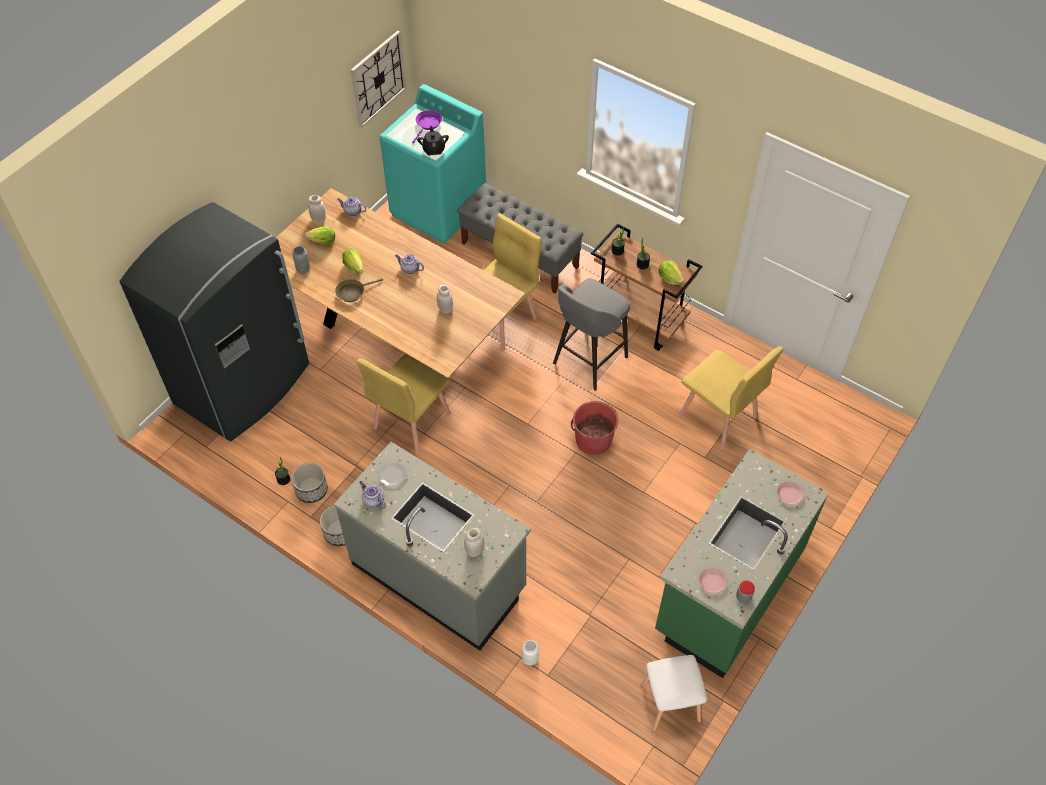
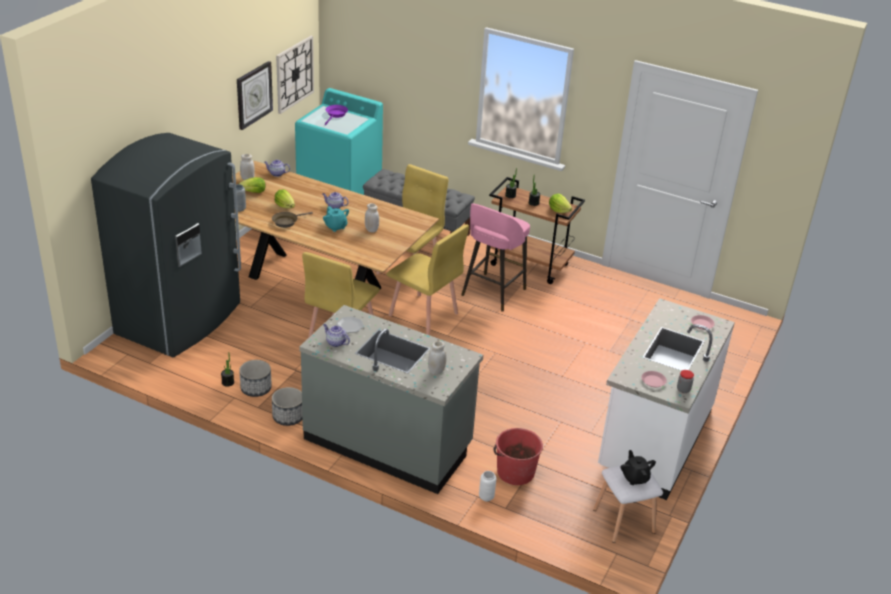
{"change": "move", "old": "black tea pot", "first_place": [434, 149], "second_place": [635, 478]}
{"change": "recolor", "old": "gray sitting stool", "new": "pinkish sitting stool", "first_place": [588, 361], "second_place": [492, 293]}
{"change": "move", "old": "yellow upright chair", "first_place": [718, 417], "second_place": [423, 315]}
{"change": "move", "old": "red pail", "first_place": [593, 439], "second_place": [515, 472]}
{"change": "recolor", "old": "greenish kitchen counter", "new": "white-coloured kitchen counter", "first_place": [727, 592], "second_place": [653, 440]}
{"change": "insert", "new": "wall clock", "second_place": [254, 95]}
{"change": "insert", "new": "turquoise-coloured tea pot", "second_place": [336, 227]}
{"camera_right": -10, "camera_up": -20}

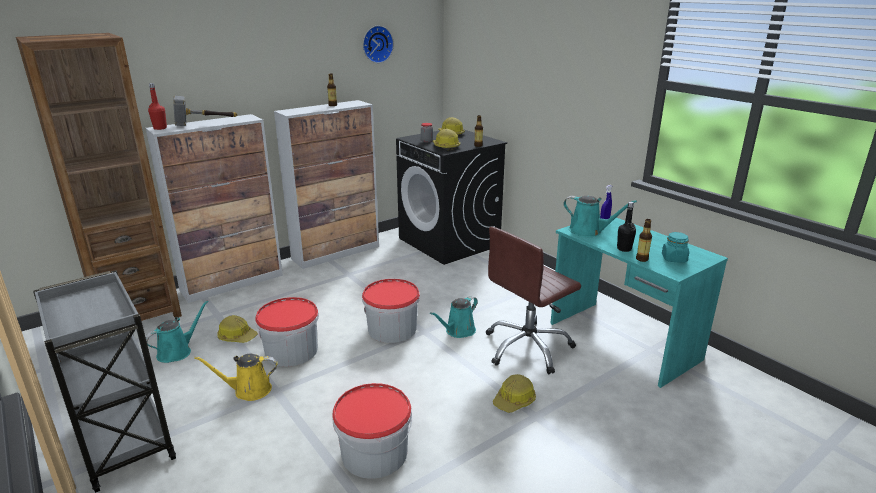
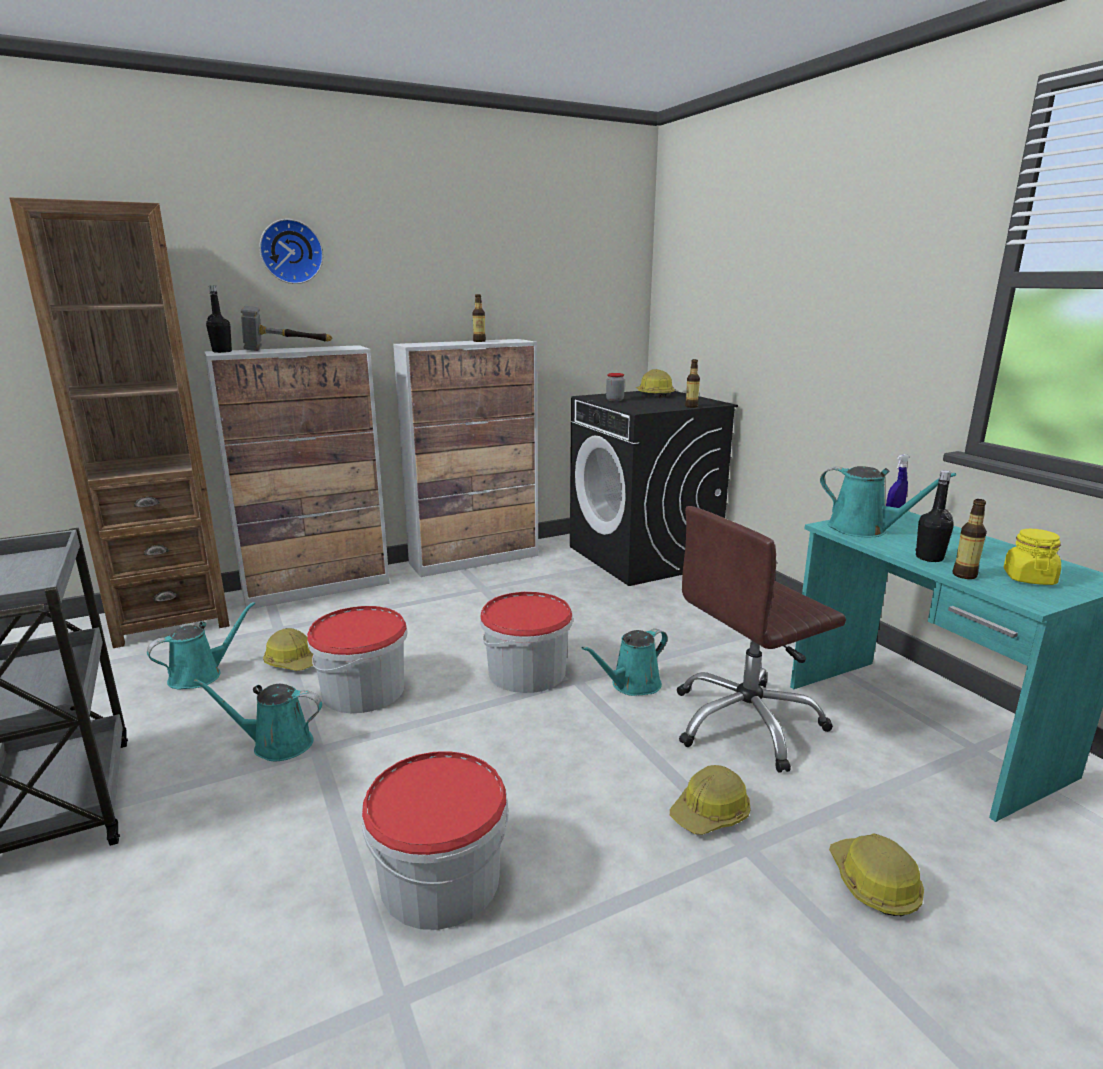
{"change": "move", "old": "wall clock", "first_place": [376, 44], "second_place": [291, 252]}
{"change": "recolor", "old": "red bottle", "new": "black bottle", "first_place": [160, 128], "second_place": [222, 351]}
{"change": "move", "old": "safety helmet", "first_place": [445, 146], "second_place": [873, 883]}
{"change": "recolor", "old": "turquoise-coloured preserve jar", "new": "yellow preserve jar", "first_place": [674, 258], "second_place": [1028, 578]}
{"change": "recolor", "old": "yellow watering can", "new": "turquoise-coloured watering can", "first_place": [249, 390], "second_place": [277, 744]}
{"camera_right": 10, "camera_up": -5}

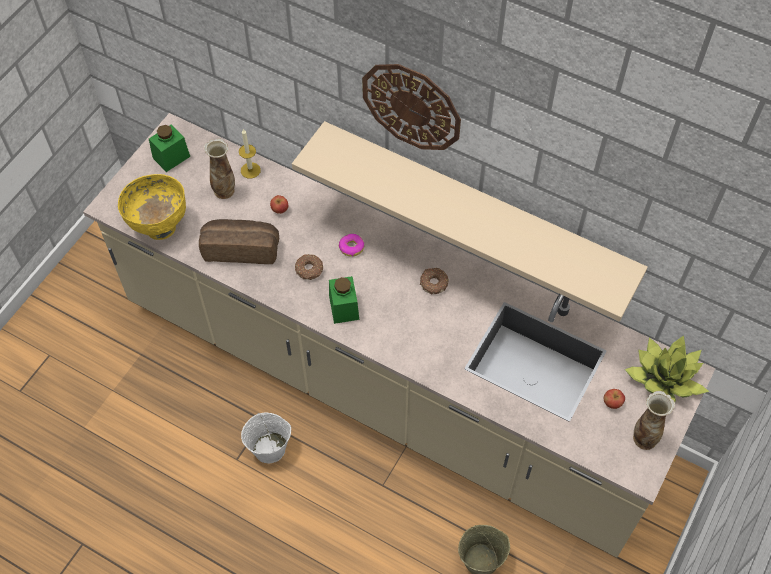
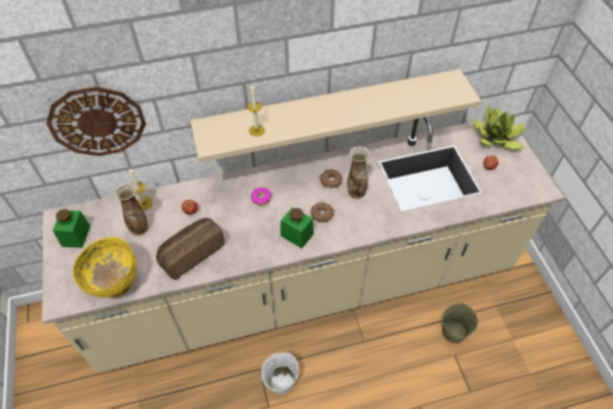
{"change": "move", "old": "wall clock", "first_place": [411, 106], "second_place": [97, 121]}
{"change": "move", "old": "ring doughnut", "first_place": [309, 270], "second_place": [322, 214]}
{"change": "move", "old": "flower vase", "first_place": [644, 438], "second_place": [356, 192]}
{"change": "insert", "new": "candle", "second_place": [256, 130]}
{"camera_right": -45, "camera_up": -5}

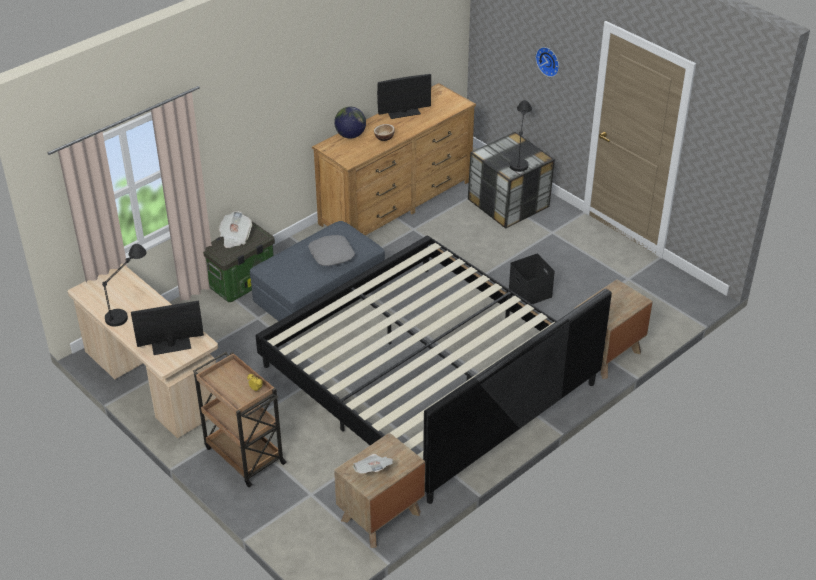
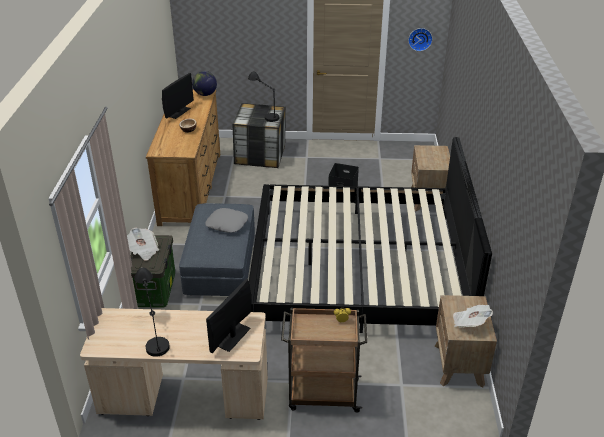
{"change": "move", "old": "wall clock", "first_place": [549, 61], "second_place": [420, 39]}
{"change": "move", "old": "desk globe", "first_place": [350, 135], "second_place": [205, 94]}
{"camera_right": -45, "camera_up": -5}

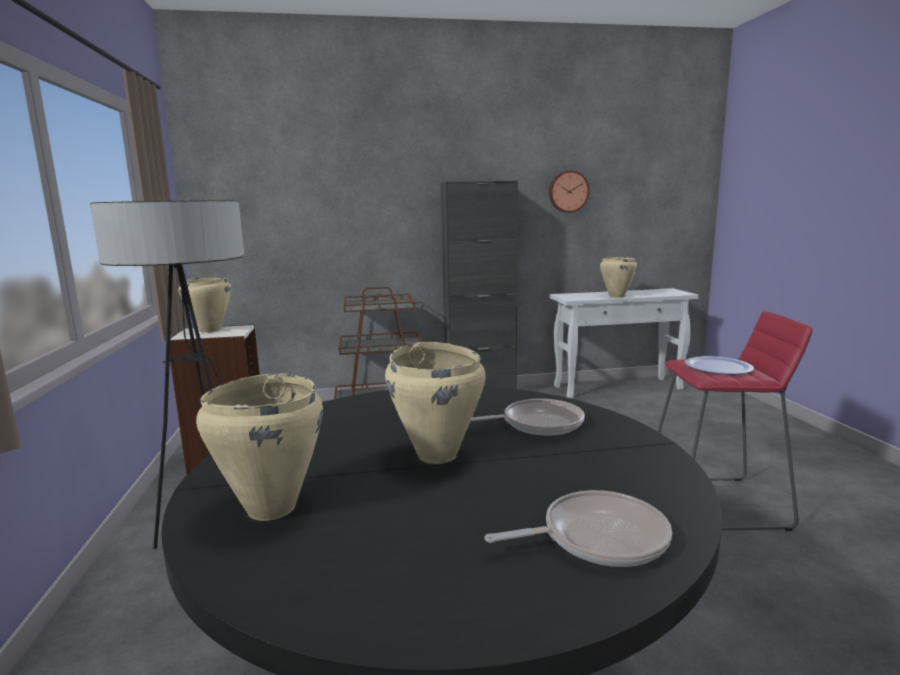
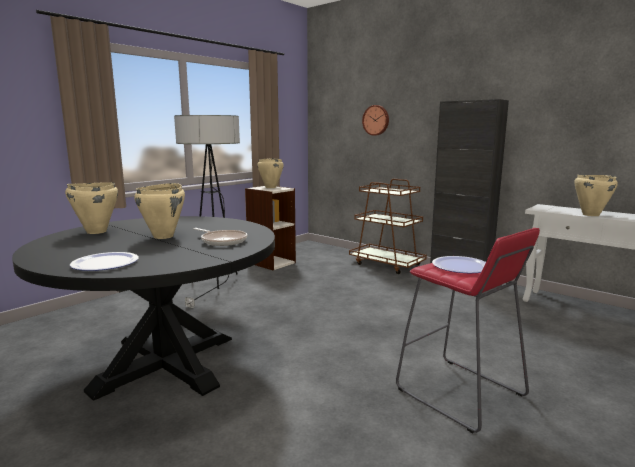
{"change": "move", "old": "wall clock", "first_place": [568, 191], "second_place": [376, 120]}
{"change": "replace", "old": "pan", "new": "dinner plate", "first_place": [597, 538], "second_place": [105, 263]}
{"camera_right": 50, "camera_up": 0}

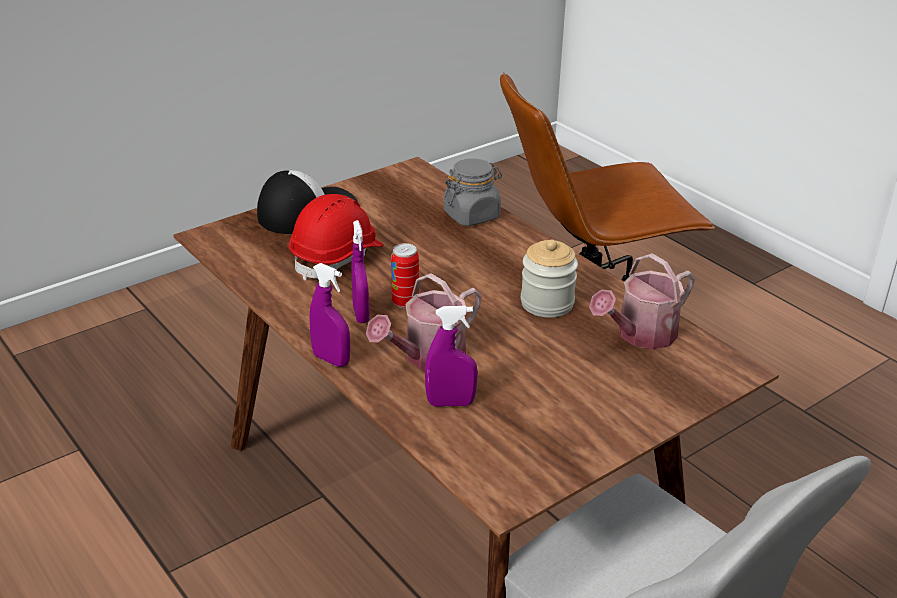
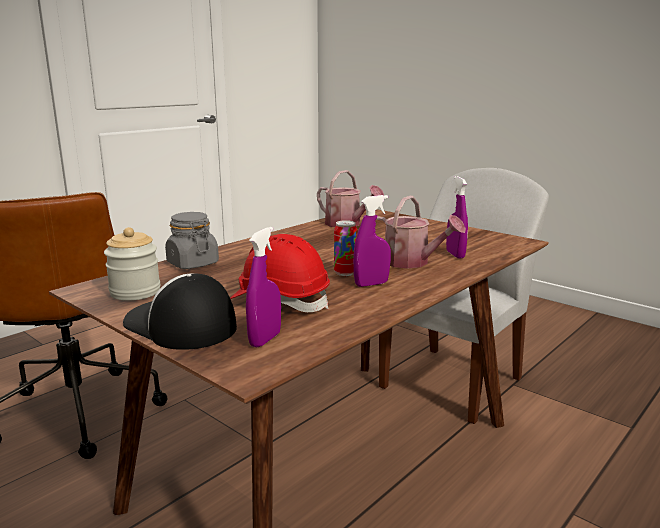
{"change": "move", "old": "preserve jar", "first_place": [547, 303], "second_place": [135, 292]}
{"change": "move", "old": "purple hand sprayer", "first_place": [331, 360], "second_place": [265, 339]}
{"camera_right": -100, "camera_up": -15}

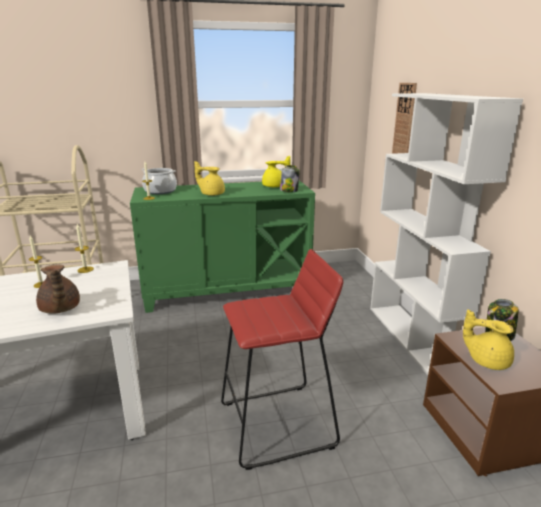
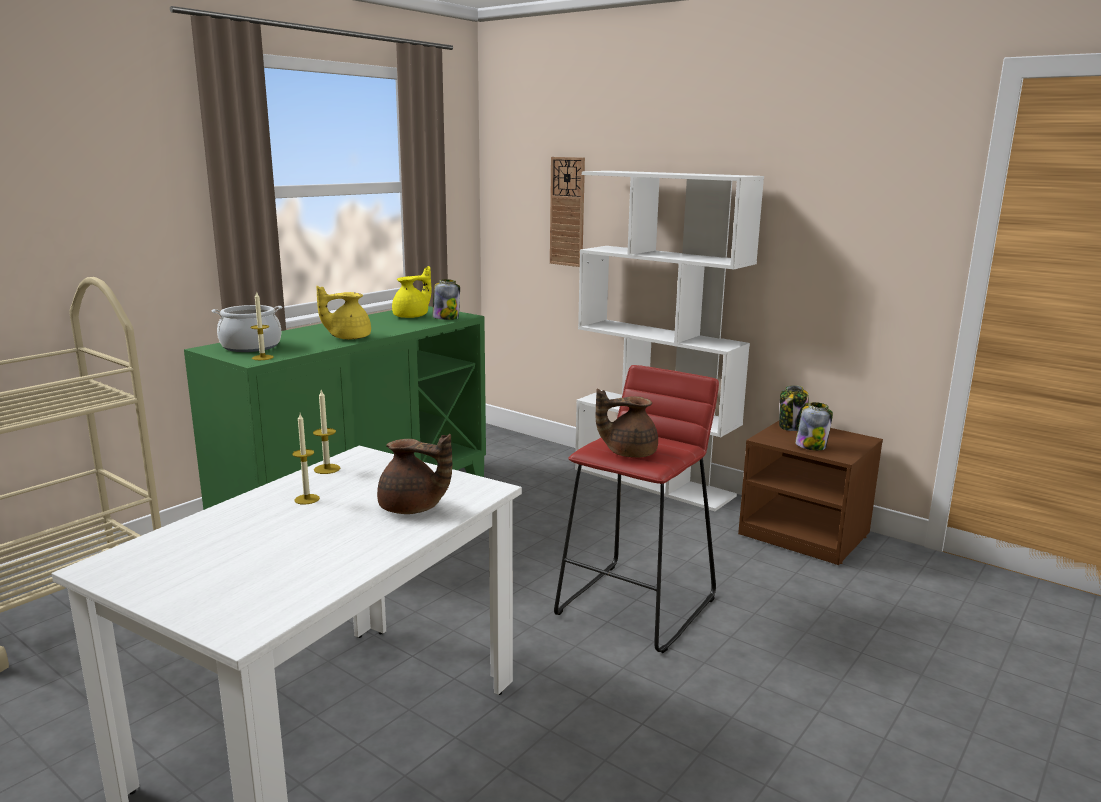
{"change": "replace", "old": "yellow tea pot", "new": "preserve jar", "first_place": [486, 360], "second_place": [811, 446]}
{"change": "insert", "new": "brownish tea pot", "second_place": [628, 452]}
{"camera_right": -40, "camera_up": -5}

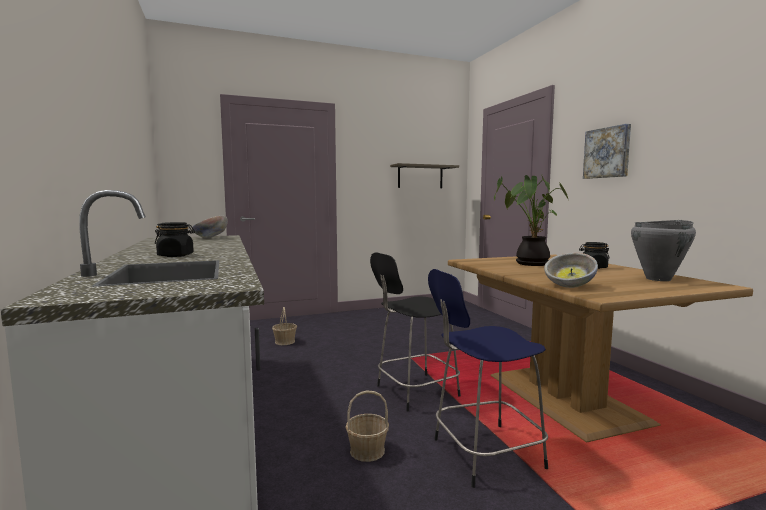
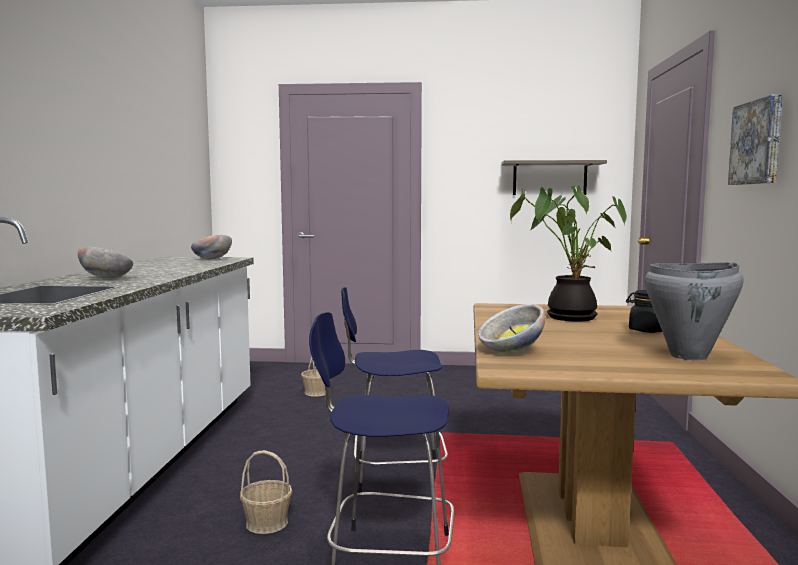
{"change": "replace", "old": "black preserve jar", "new": "deep dish", "first_place": [176, 256], "second_place": [106, 279]}
{"change": "recolor", "old": "black sitting stool", "new": "blue sitting stool", "first_place": [414, 392], "second_place": [395, 474]}
{"camera_right": 25, "camera_up": 0}

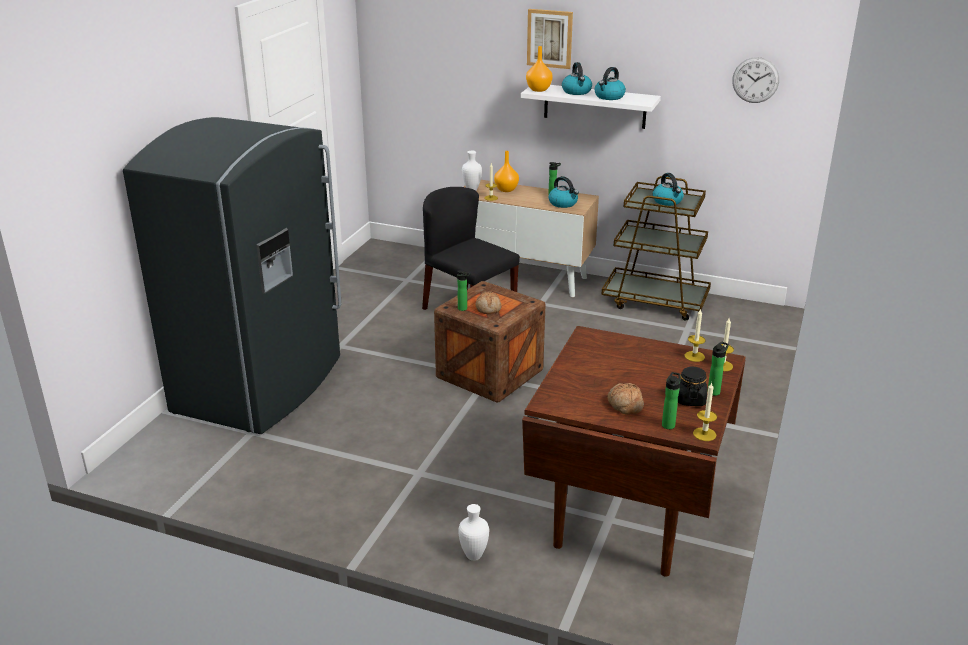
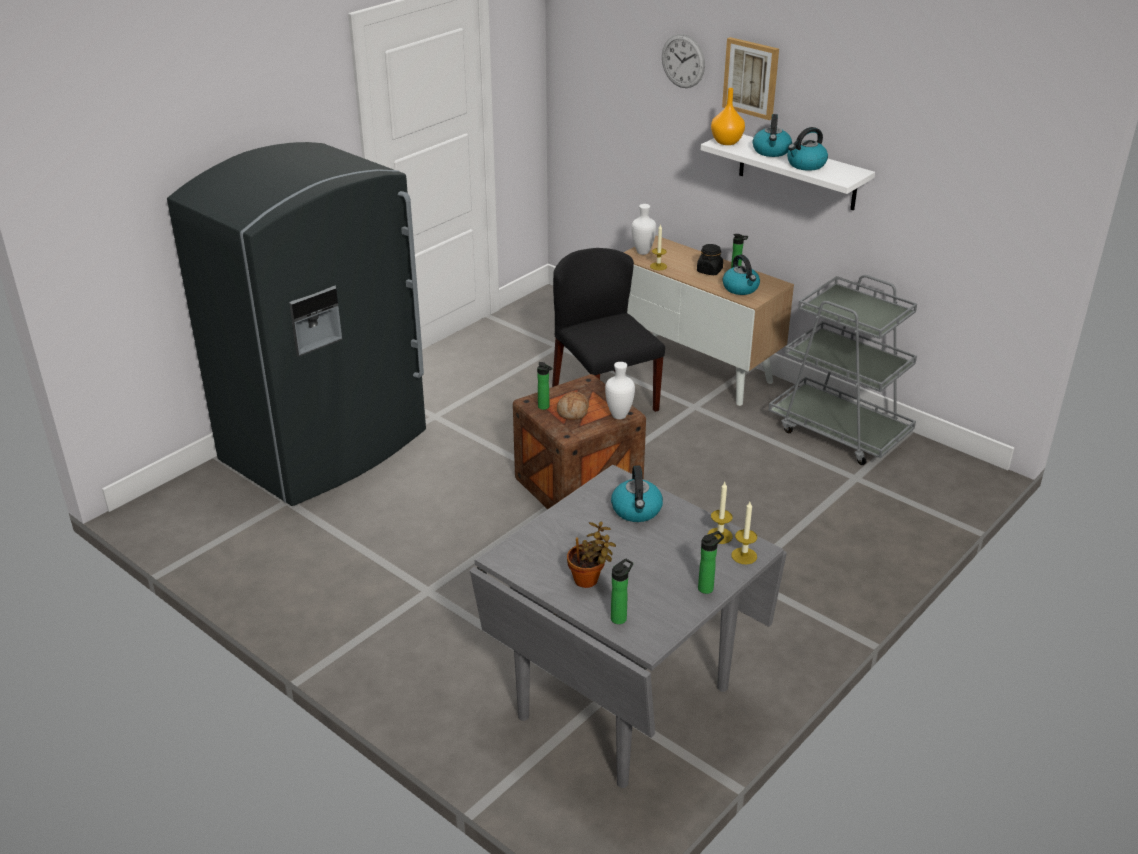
{"change": "move", "old": "wall clock", "first_place": [755, 80], "second_place": [683, 61]}
{"change": "delete", "old": "orange flower vase", "first_place": [506, 189]}
{"change": "move", "old": "tea kettle", "first_place": [667, 201], "second_place": [637, 510]}
{"change": "recolor", "old": "brownish wheeled cart", "new": "gray wheeled cart", "first_place": [655, 301], "second_place": [839, 431]}
{"change": "recolor", "old": "brownish kitchen table", "new": "gray kitchen table", "first_place": [628, 516], "second_place": [625, 703]}
{"change": "move", "old": "black preserve jar", "first_place": [690, 399], "second_place": [709, 271]}
{"change": "delete", "old": "candle", "first_place": [704, 434]}
{"change": "replace", "old": "baked bread", "new": "plant in a pot", "first_place": [624, 405], "second_place": [589, 580]}
{"change": "move", "old": "white-coloured flower vase", "first_place": [473, 556], "second_place": [618, 416]}
{"camera_right": 20, "camera_up": 5}

